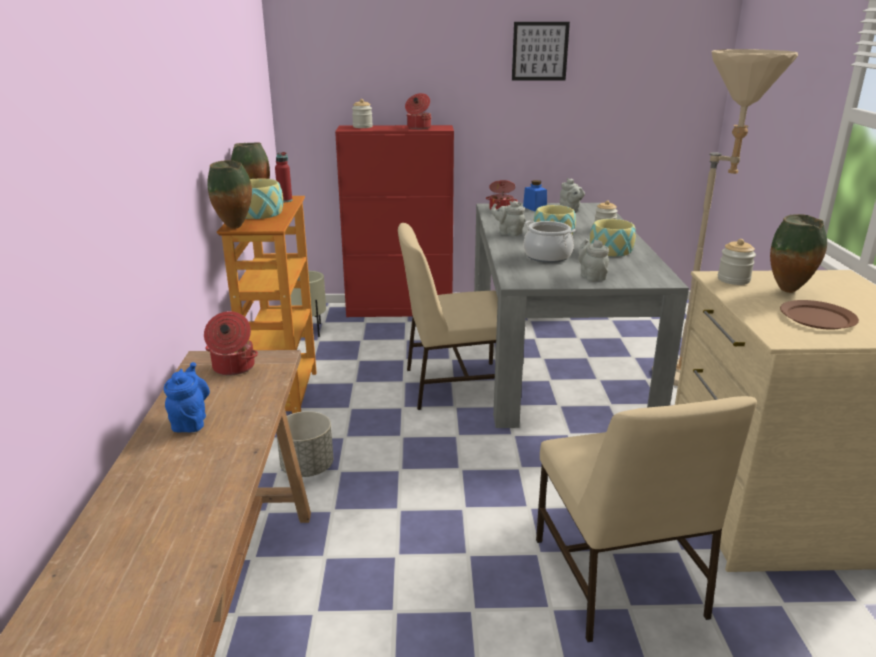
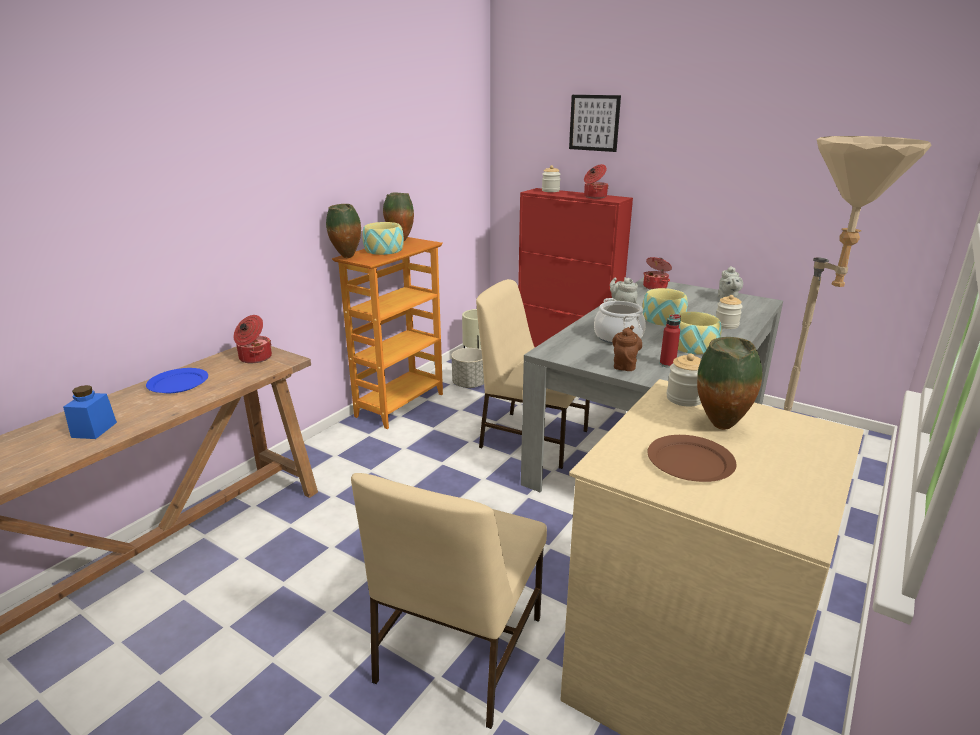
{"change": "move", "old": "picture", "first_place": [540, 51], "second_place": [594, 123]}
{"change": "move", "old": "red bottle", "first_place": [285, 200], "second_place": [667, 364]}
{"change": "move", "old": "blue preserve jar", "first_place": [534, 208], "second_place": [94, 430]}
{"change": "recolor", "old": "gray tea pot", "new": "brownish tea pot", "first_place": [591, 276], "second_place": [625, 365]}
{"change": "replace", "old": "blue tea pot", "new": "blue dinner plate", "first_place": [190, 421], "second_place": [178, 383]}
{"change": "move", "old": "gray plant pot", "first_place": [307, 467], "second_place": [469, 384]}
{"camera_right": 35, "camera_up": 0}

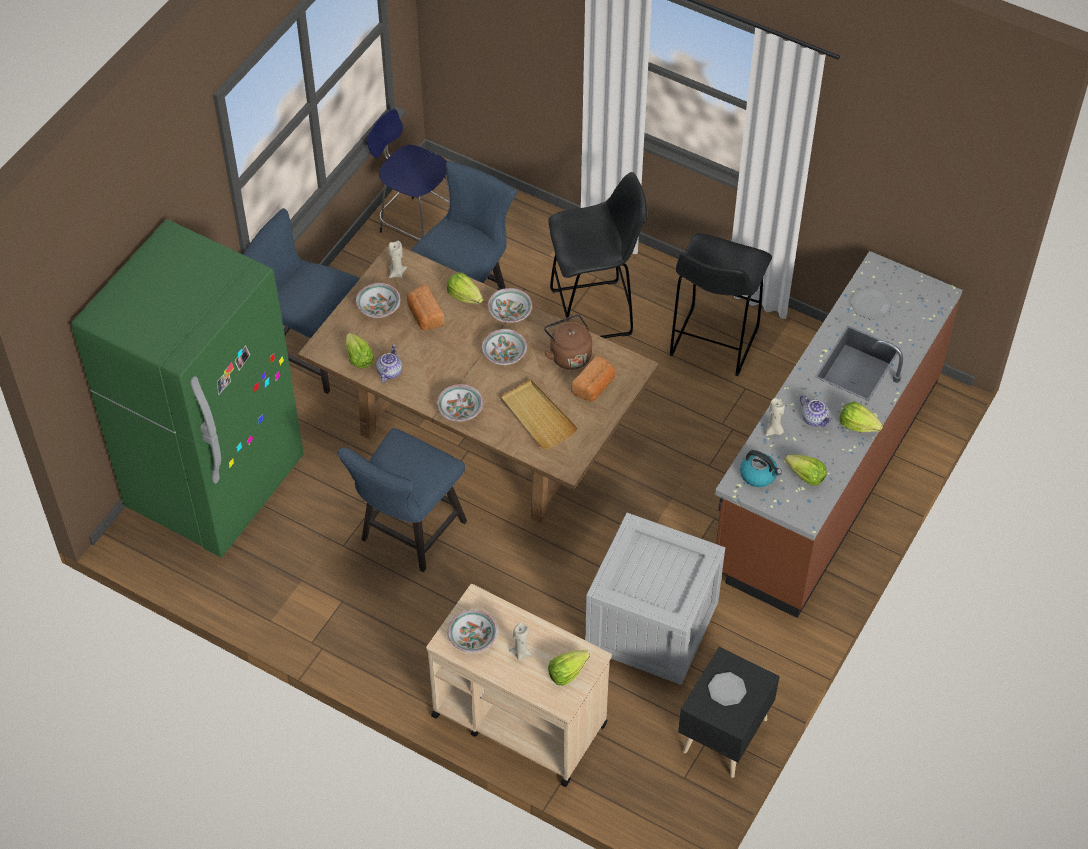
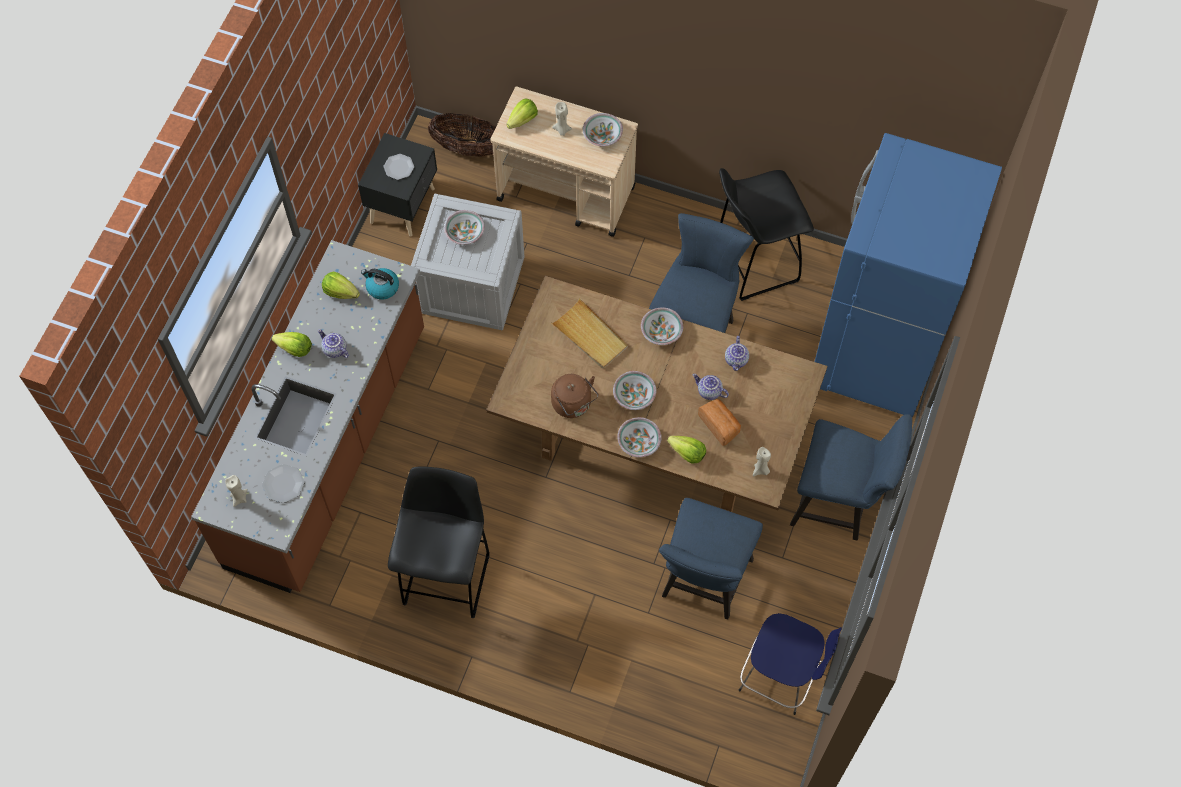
{"change": "move", "old": "black sitting stool", "first_place": [594, 312], "second_place": [753, 265]}
{"change": "recolor", "old": "greenish refrigerator", "new": "blue refrigerator", "first_place": [216, 484], "second_place": [876, 351]}
{"change": "move", "old": "deep dish", "first_place": [378, 308], "second_place": [465, 233]}
{"change": "delete", "old": "lettuce head", "first_place": [359, 358]}
{"change": "delete", "old": "baked bread", "first_place": [594, 387]}
{"change": "move", "old": "beige candle", "first_place": [774, 430], "second_place": [239, 498]}
{"change": "insert", "new": "household basket", "second_place": [467, 148]}
{"change": "insert", "new": "tea pot", "second_place": [709, 392]}
{"camera_right": 170, "camera_up": 10}

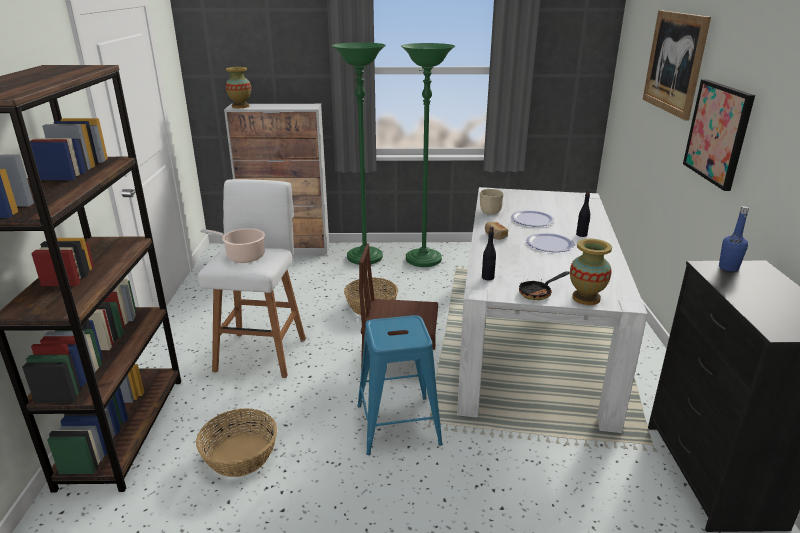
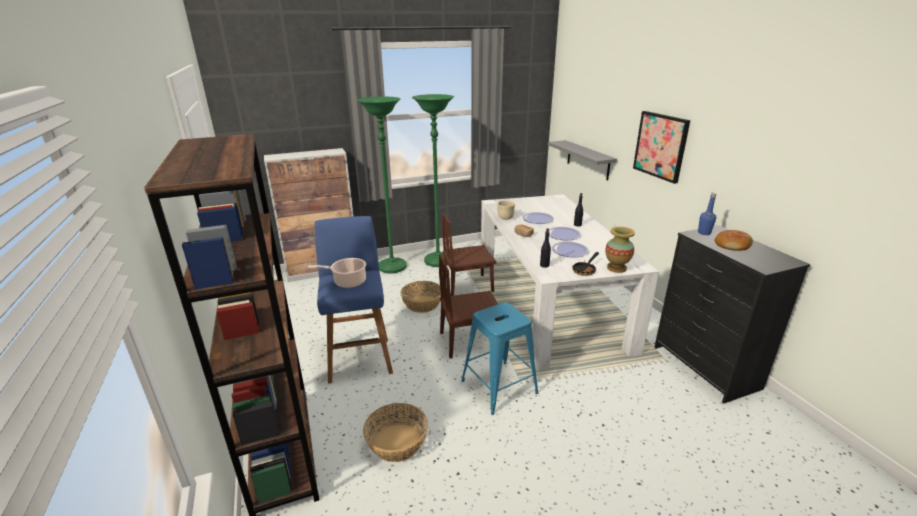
{"change": "delete", "old": "picture", "first_place": [674, 62]}
{"change": "delete", "old": "flower vase", "first_place": [240, 106]}
{"change": "recolor", "old": "white-coloured sitting stool", "new": "blue sitting stool", "first_place": [262, 352], "second_place": [359, 358]}
{"change": "insert", "new": "gray shelf", "second_place": [588, 160]}
{"change": "insert", "new": "brownish upright chair", "second_place": [468, 286]}
{"change": "insert", "new": "baked bread", "second_place": [732, 245]}
{"change": "insert", "new": "dinner plate", "second_place": [570, 250]}
{"camera_right": -20, "camera_up": 0}

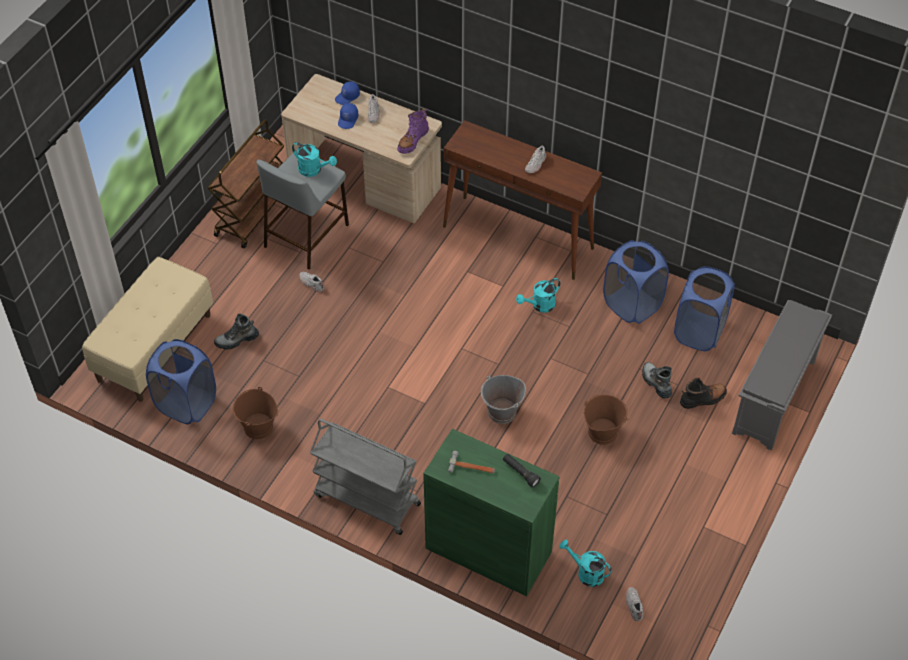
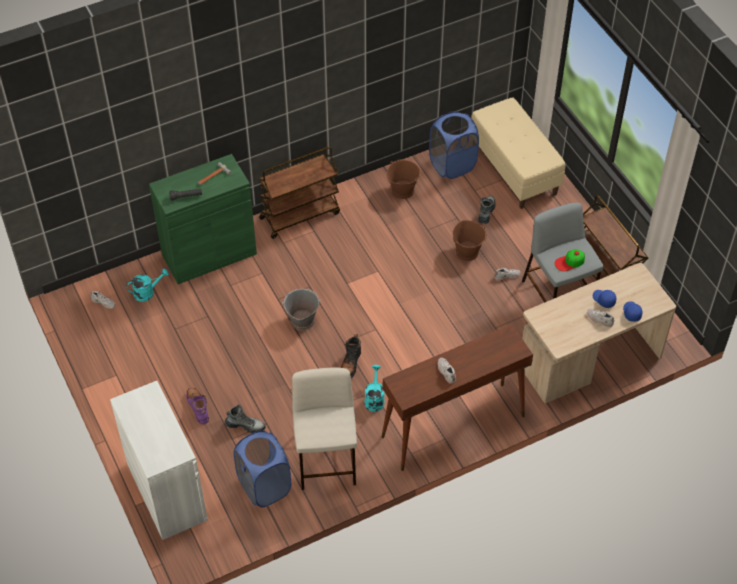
{"change": "move", "old": "purple tall boot", "first_place": [413, 140], "second_place": [198, 407]}
{"change": "replace", "old": "turquoise-coloured watering can", "new": "peaked cap", "first_place": [313, 170], "second_place": [569, 262]}
{"change": "replace", "old": "blue hamper", "new": "beige sitting stool", "first_place": [632, 304], "second_place": [326, 459]}
{"change": "replace", "old": "gray shoe stand", "new": "white-coloured storage cabinet", "first_place": [774, 398], "second_place": [166, 491]}
{"change": "move", "old": "black tall boot", "first_place": [703, 399], "second_place": [351, 363]}
{"change": "move", "old": "brownish pail", "first_place": [602, 432], "second_place": [467, 252]}
{"change": "recolor", "old": "gray wheeled cart", "new": "brownish wheeled cart", "first_place": [366, 500], "second_place": [300, 215]}
{"camera_right": 125, "camera_up": 0}

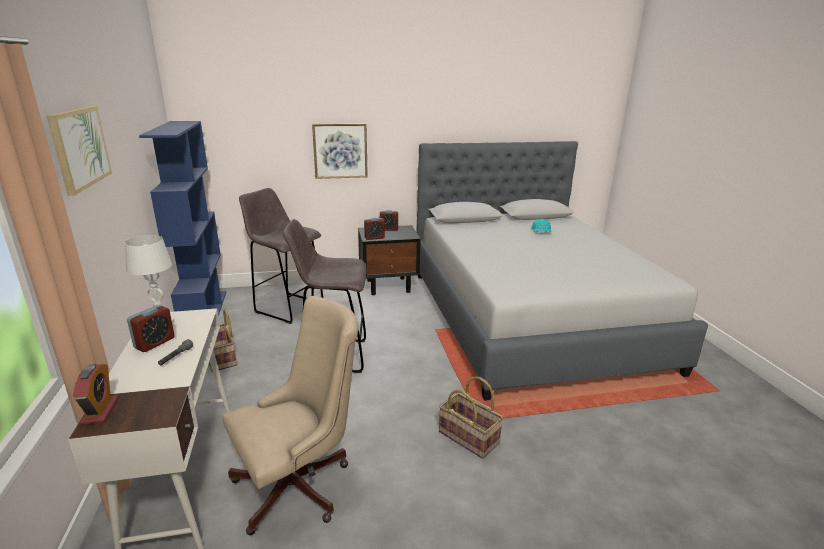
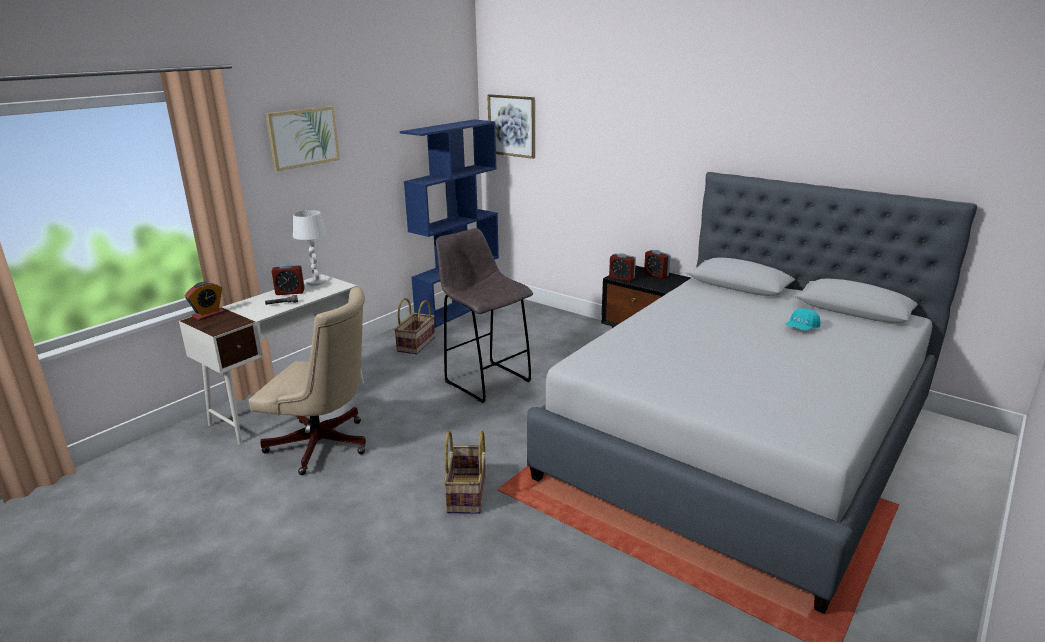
{"change": "move", "old": "picture", "first_place": [340, 151], "second_place": [512, 126]}
{"change": "delete", "old": "gray sitting stool", "first_place": [287, 307]}
{"camera_right": 50, "camera_up": 0}

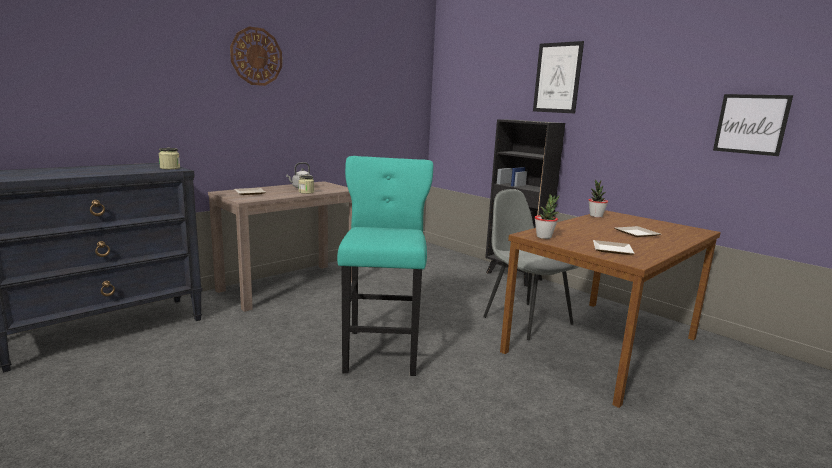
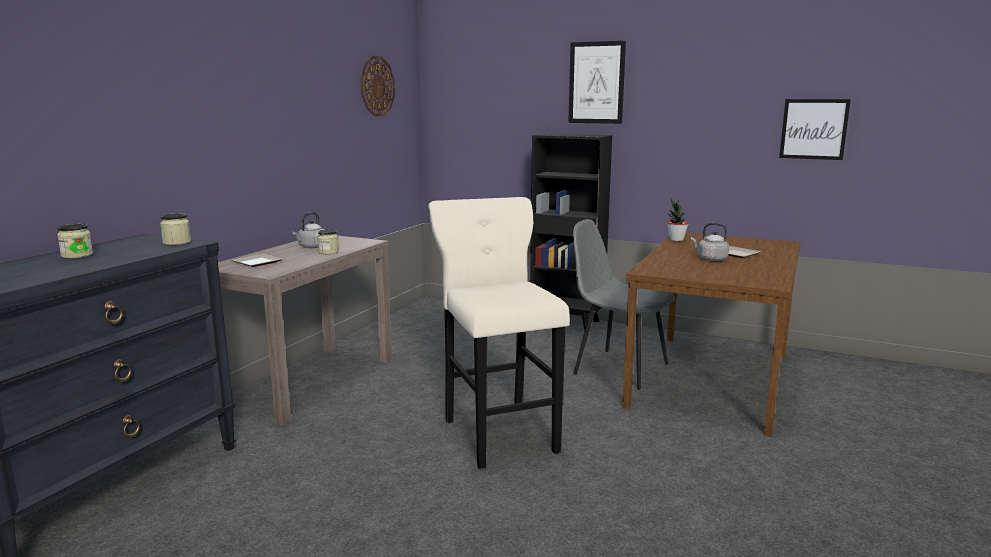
{"change": "move", "old": "wall clock", "first_place": [256, 56], "second_place": [377, 86]}
{"change": "recolor", "old": "turquoise-coloured sitting stool", "new": "beige sitting stool", "first_place": [382, 349], "second_place": [498, 433]}
{"change": "delete", "old": "plant in a pot", "first_place": [544, 237]}
{"change": "delete", "old": "dinner plate", "first_place": [613, 249]}
{"change": "insert", "new": "gray tea kettle", "second_place": [710, 259]}
{"change": "insert", "new": "preserve jar", "second_place": [77, 255]}
{"camera_right": -20, "camera_up": 0}

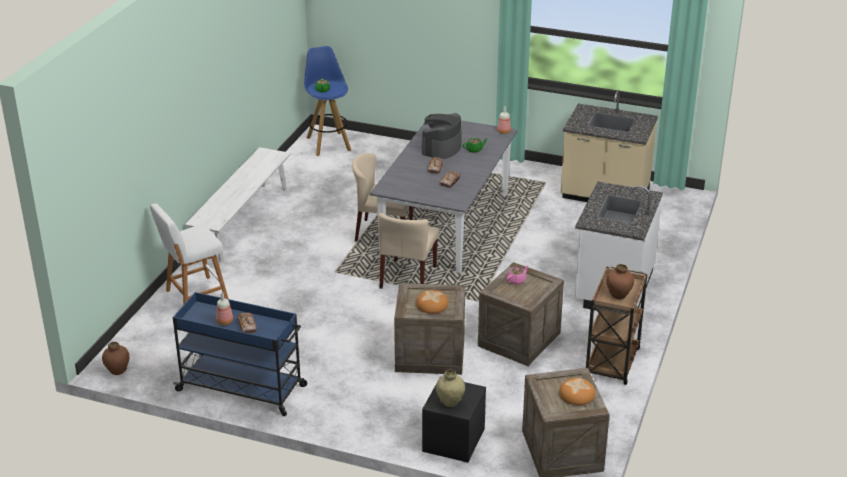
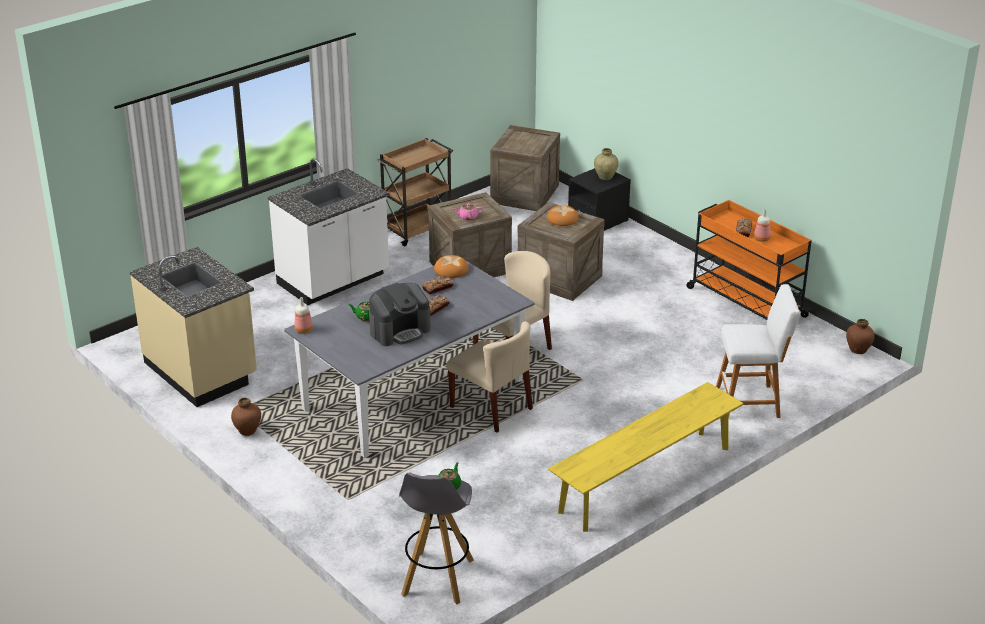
{"change": "recolor", "old": "blue sitting stool", "new": "gray sitting stool", "first_place": [328, 143], "second_place": [437, 578]}
{"change": "recolor", "old": "white-coloured indoor bench", "new": "yellow indoor bench", "first_place": [243, 222], "second_place": [645, 479]}
{"change": "move", "old": "brownish flower vase", "first_place": [618, 295], "second_place": [247, 431]}
{"change": "recolor", "old": "blue wheeled cart", "new": "orange wheeled cart", "first_place": [243, 388], "second_place": [745, 301]}
{"change": "move", "old": "baked bread", "first_place": [576, 394], "second_place": [451, 270]}
{"camera_right": -150, "camera_up": 0}

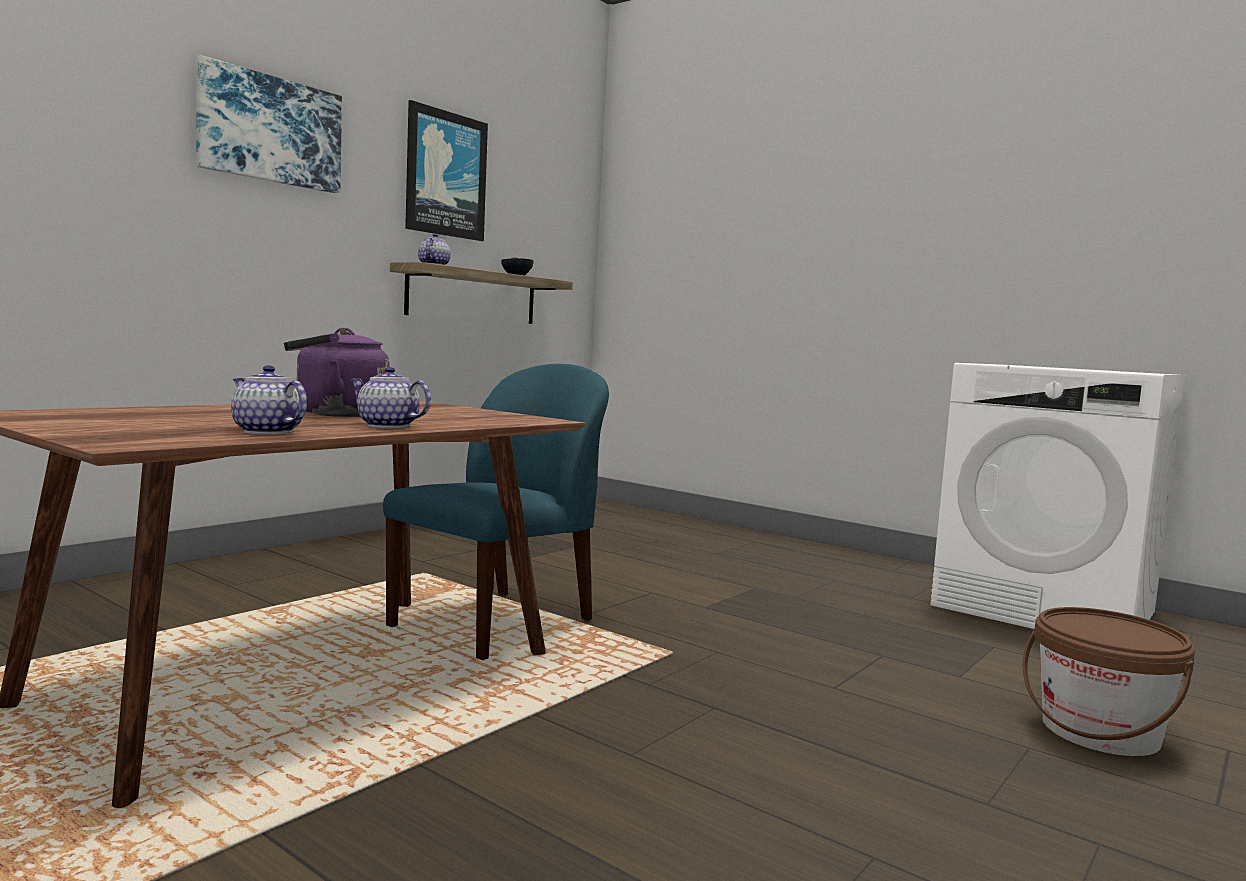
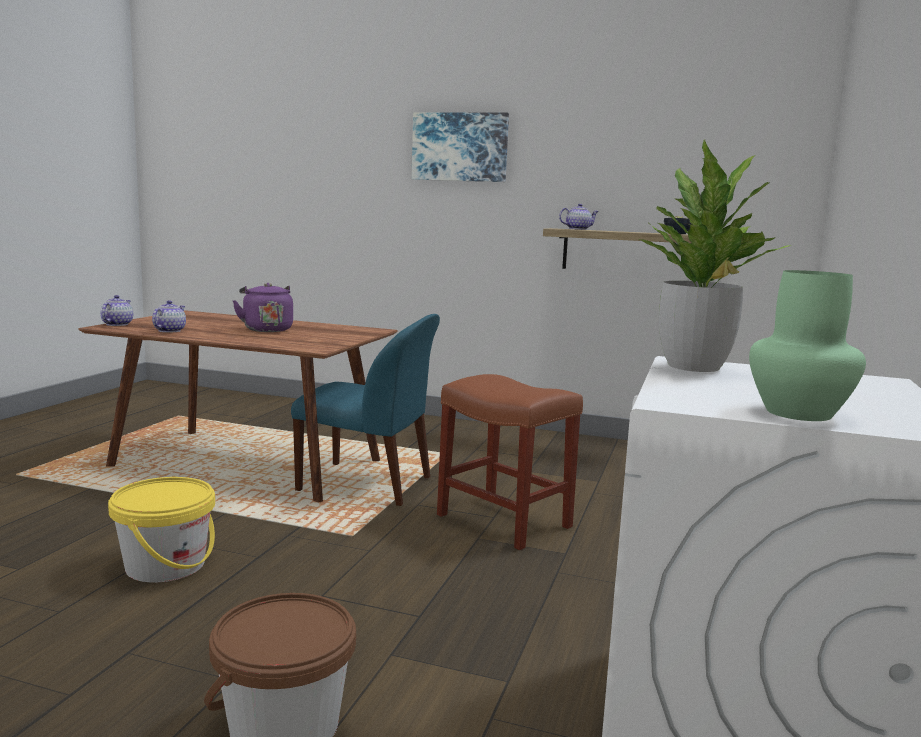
{"change": "delete", "old": "picture", "first_place": [445, 174]}
{"change": "move", "old": "tea pot", "first_place": [387, 426], "second_place": [117, 324]}
{"change": "insert", "new": "plant in a pot", "second_place": [694, 366]}
{"change": "insert", "new": "greenish flower vase", "second_place": [796, 412]}
{"change": "insert", "new": "brownish sitting stool", "second_place": [505, 521]}
{"change": "insert", "new": "yellow pail", "second_place": [165, 565]}
{"camera_right": 70, "camera_up": 5}

